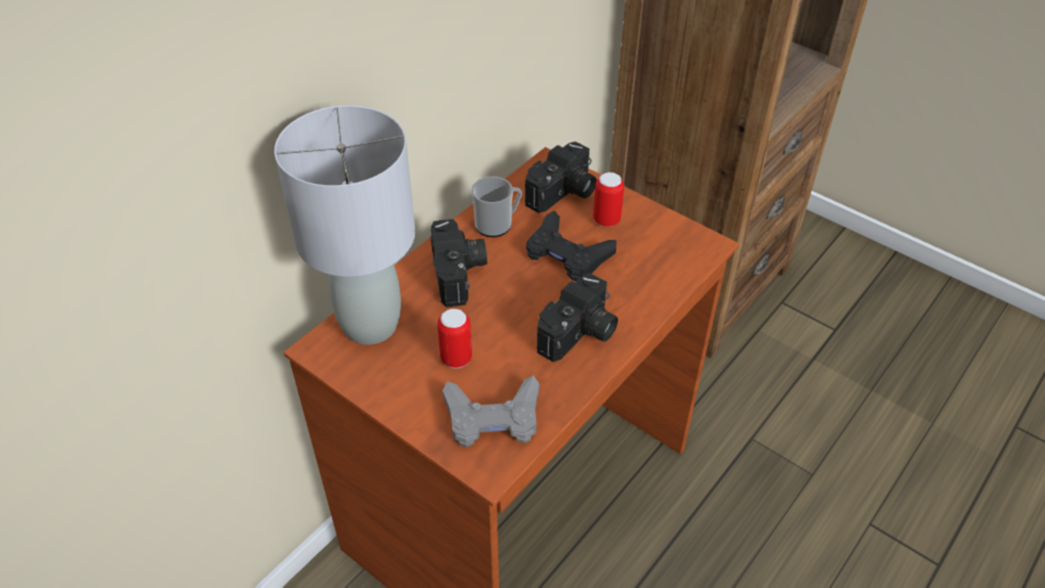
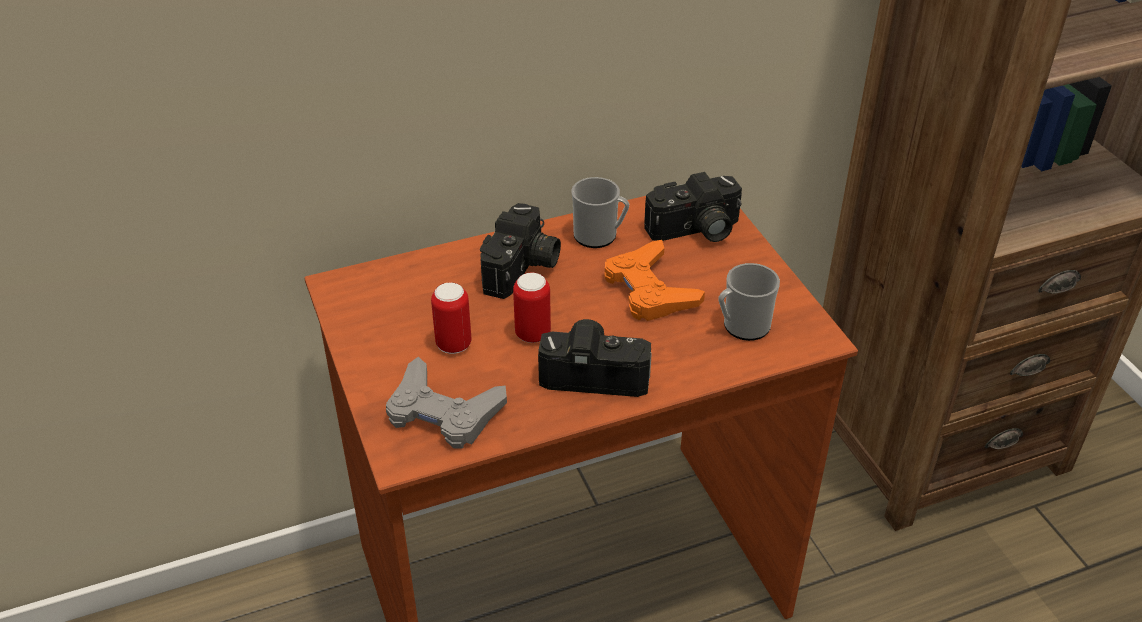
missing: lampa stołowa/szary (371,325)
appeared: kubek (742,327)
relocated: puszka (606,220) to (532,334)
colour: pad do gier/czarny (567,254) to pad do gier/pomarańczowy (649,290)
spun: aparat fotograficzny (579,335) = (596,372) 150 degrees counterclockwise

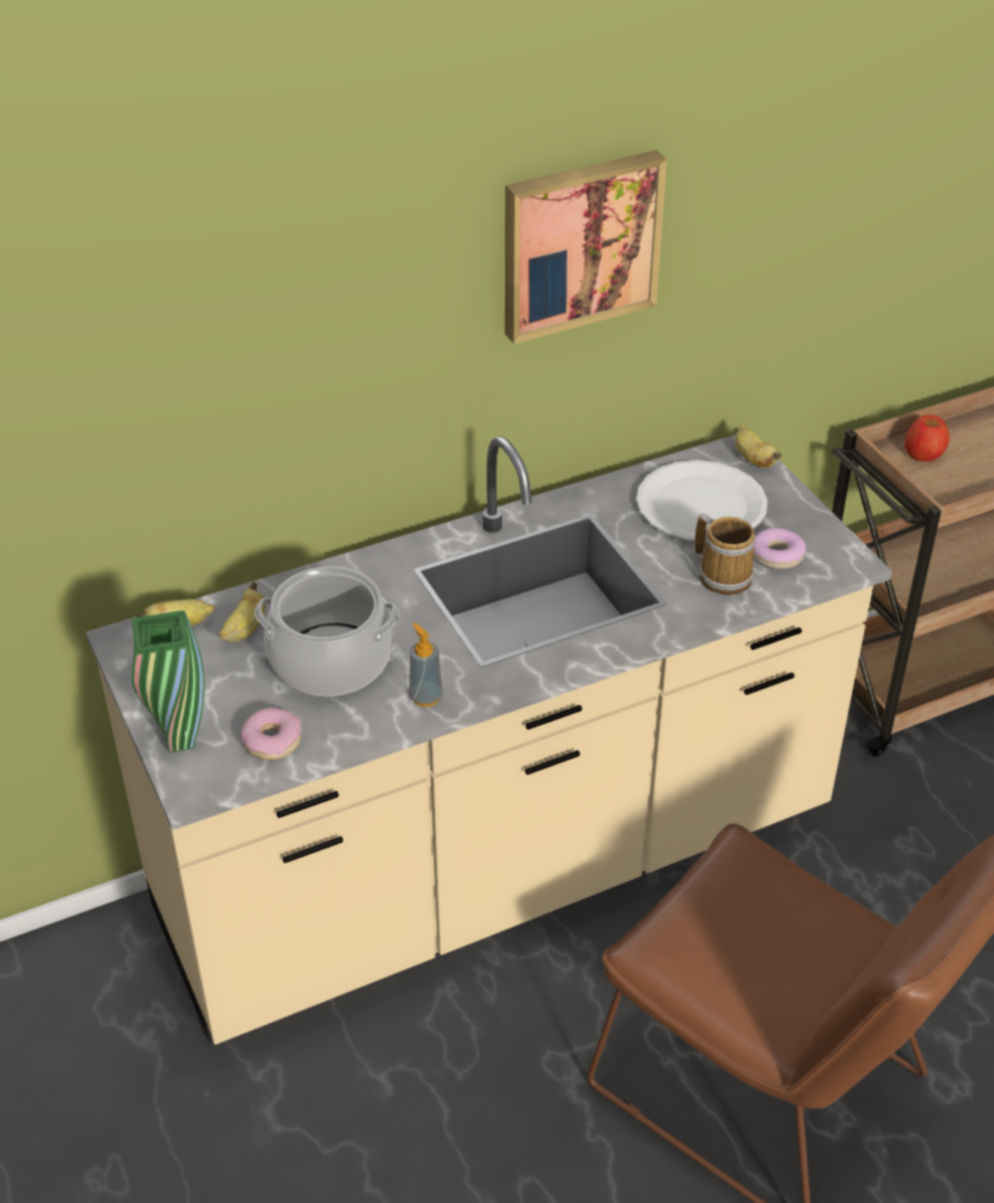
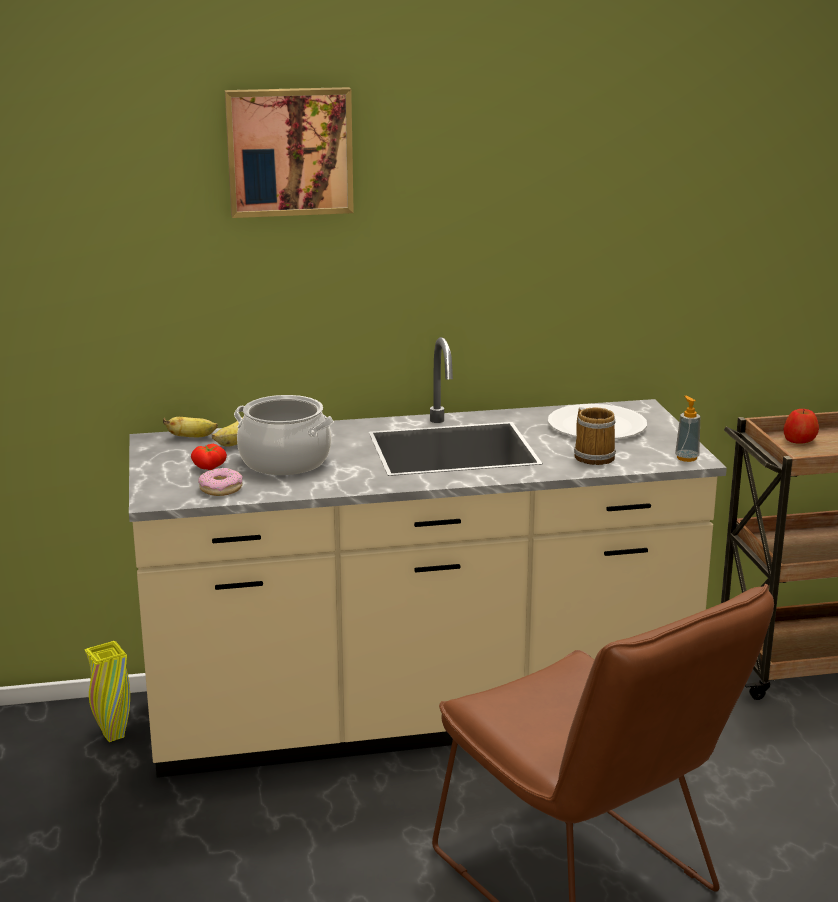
missing: wazon/zielony (180,741); banan (752,459); donut (777,555)
appeared: wazon/żółty (113,736); pomidor (209,468)
relocated: dozownik mydła (425,697) to (686,458); obraz (579,243) to (289,151)

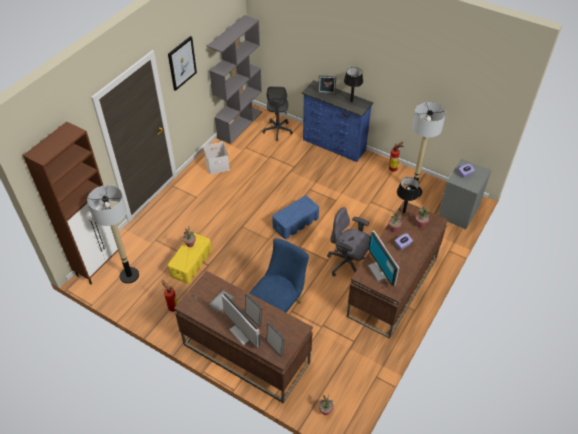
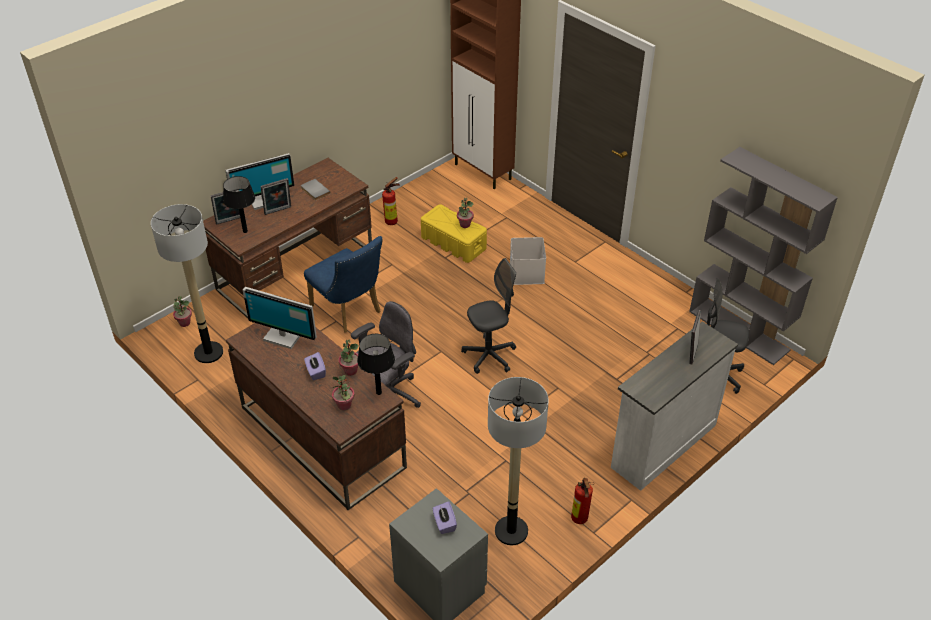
missing: obraz (182,63)
relocated: lampa stojąca (129,275) to (209,352); pojemnik do przechowywania/biały (217,165) to (527,273); lampa stołowa/czarny (351,101) to (245,231)
exchanged: pojemnik do przechowywania/niebieski (296,223) to krzesło biurowe/szary (489,356)
colour: komoda/niebieski (334,145) to komoda/biały (662,445)
spun: monitor (381,271) = (283,335) 150 degrees counterclockwise

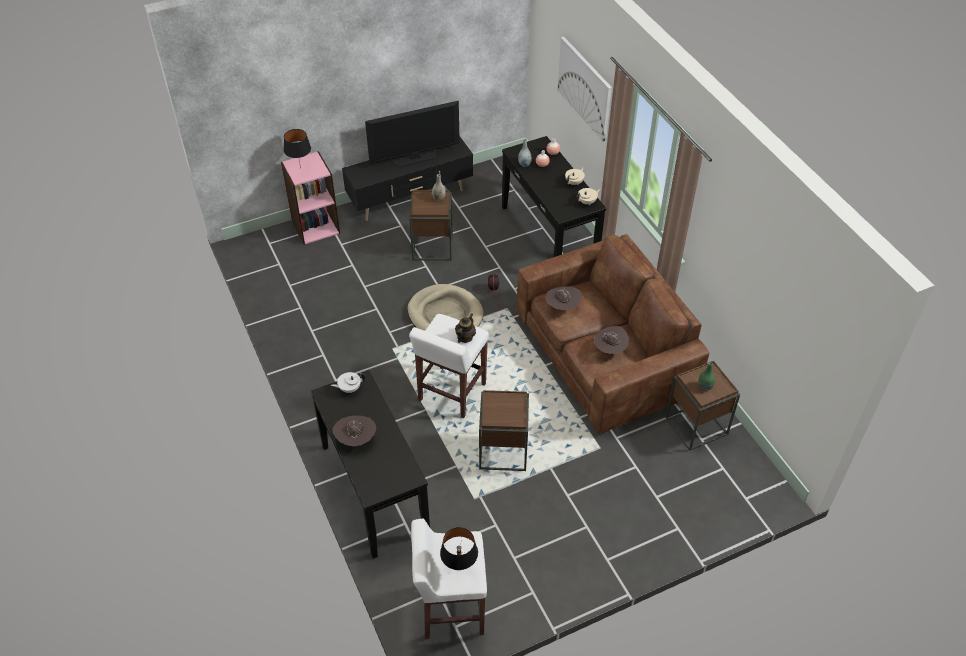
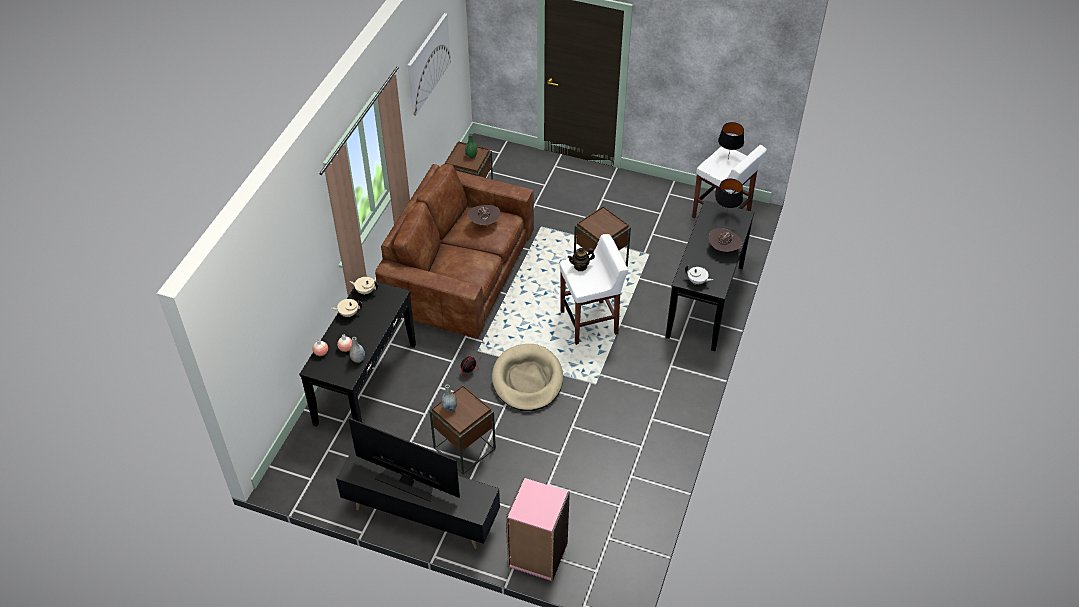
missing: kapelusz/brązowy (562,307)
relocated: lampa stołowa/czarny (300,168) to (726,216); obraz (585,88) to (428,63)

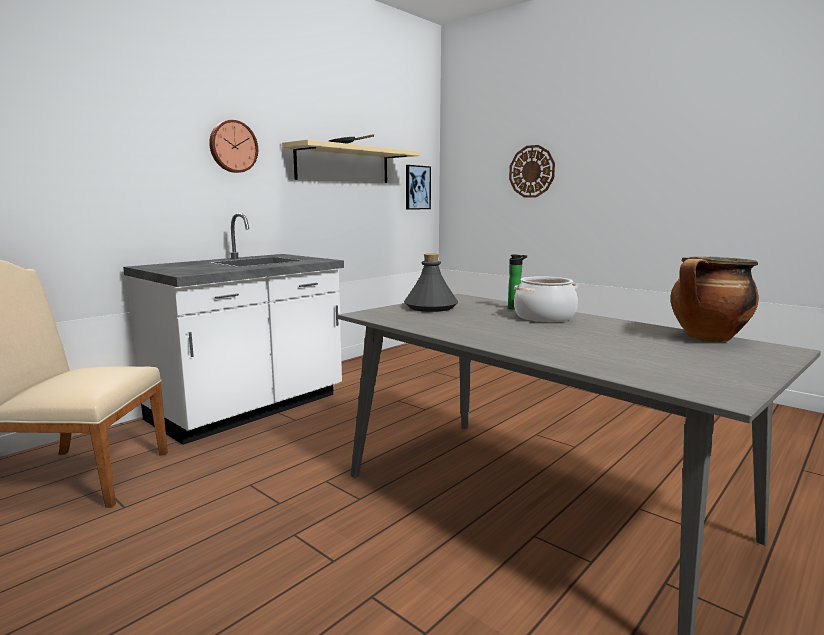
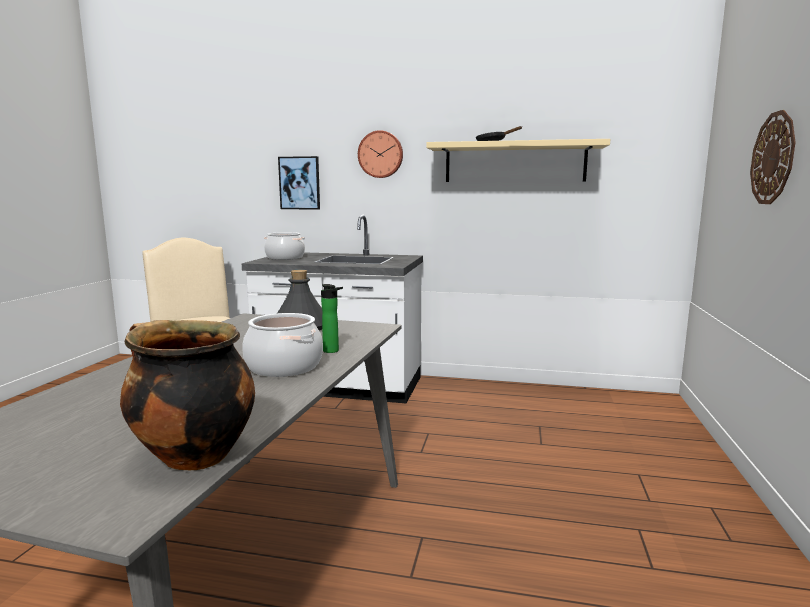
appeared: garnek (285,258)
relocated: obraz (417,187) to (299,183)

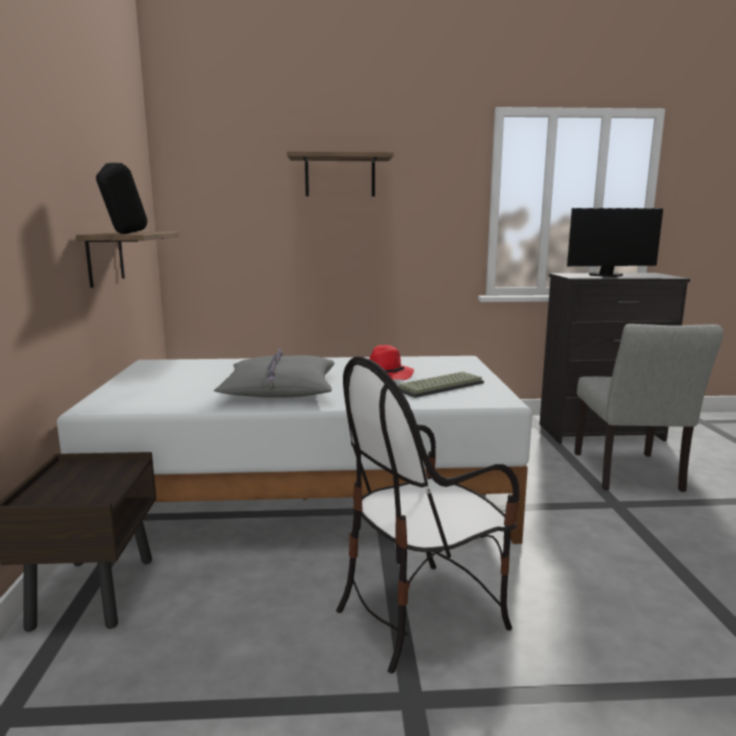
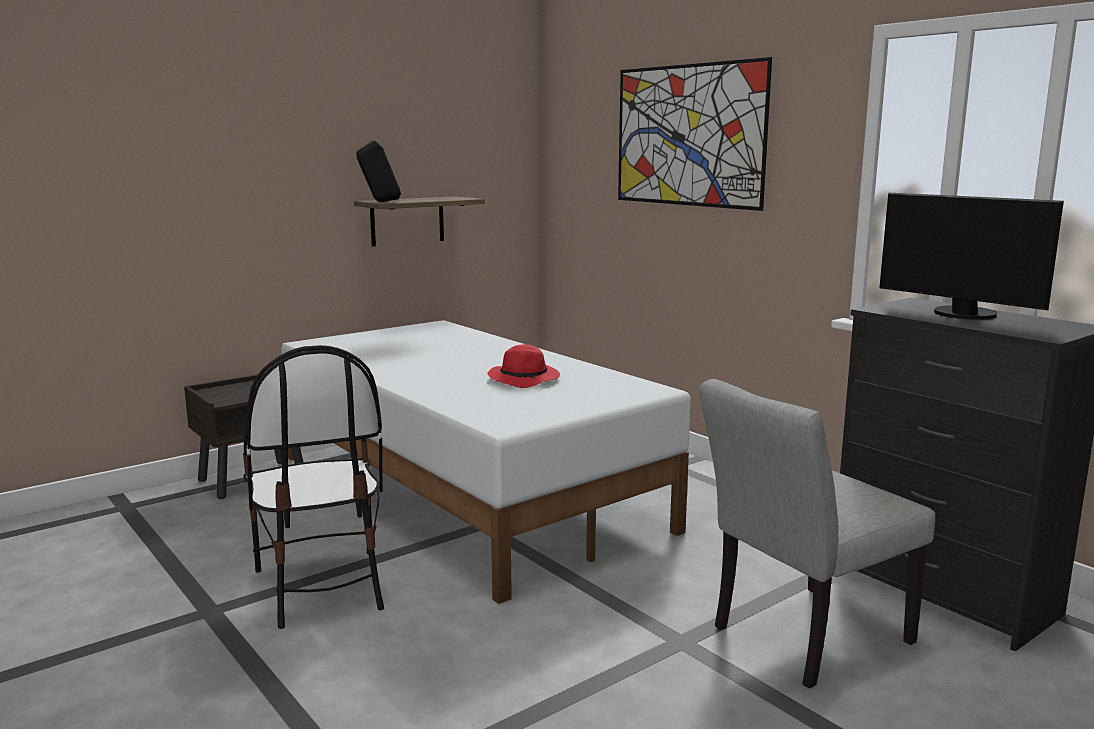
missing: poduszka/szary (279,389); klawiatura (440,387)
exchanged: półka (340,176) to obraz (688,135)
spun: krzesło (420,614) = (321,587) 135 degrees counterclockwise

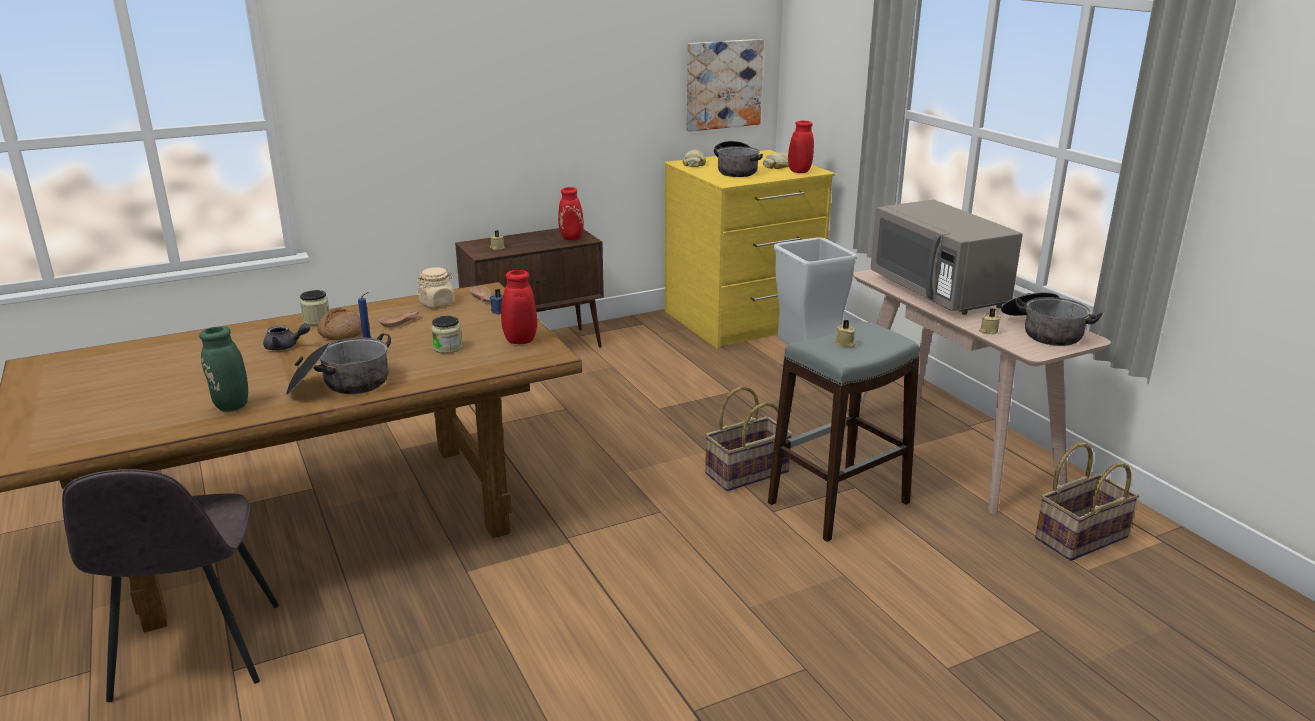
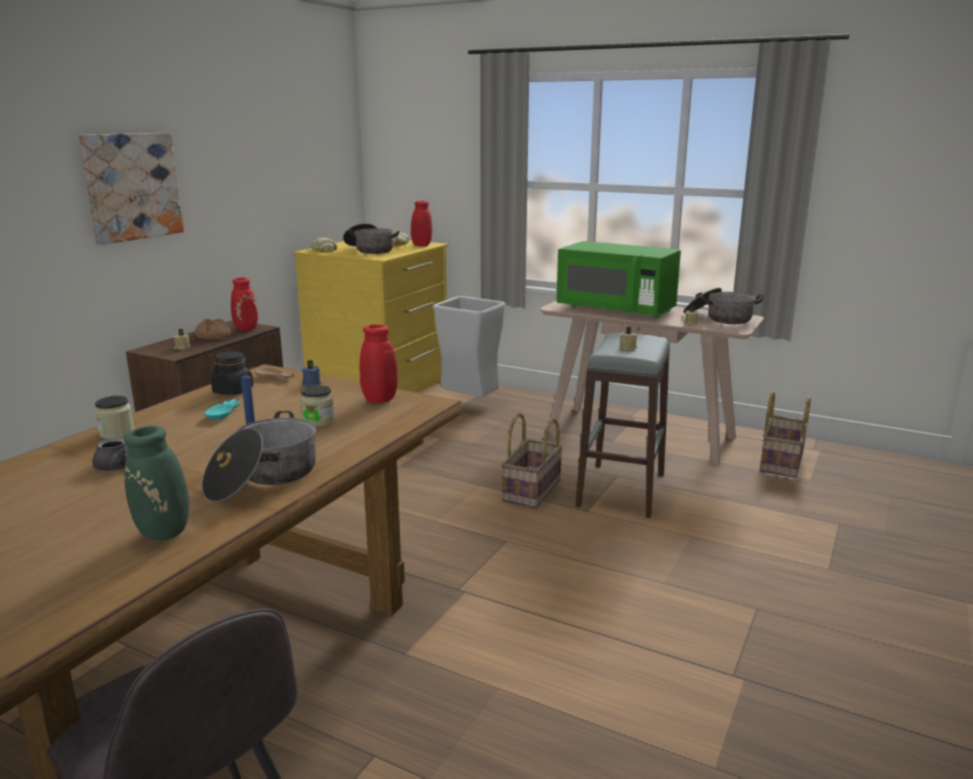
relocated: chleb (341,333) to (213,337); obraz (723,84) to (132,186)
colour: miska/brązowy (401,323) to miska/turkusowy (225,413); słoik/beżowy (437,303) to słoik/czarny (233,391); mikrofalówka/szary (937,292) to mikrofalówka/zielony (616,309)

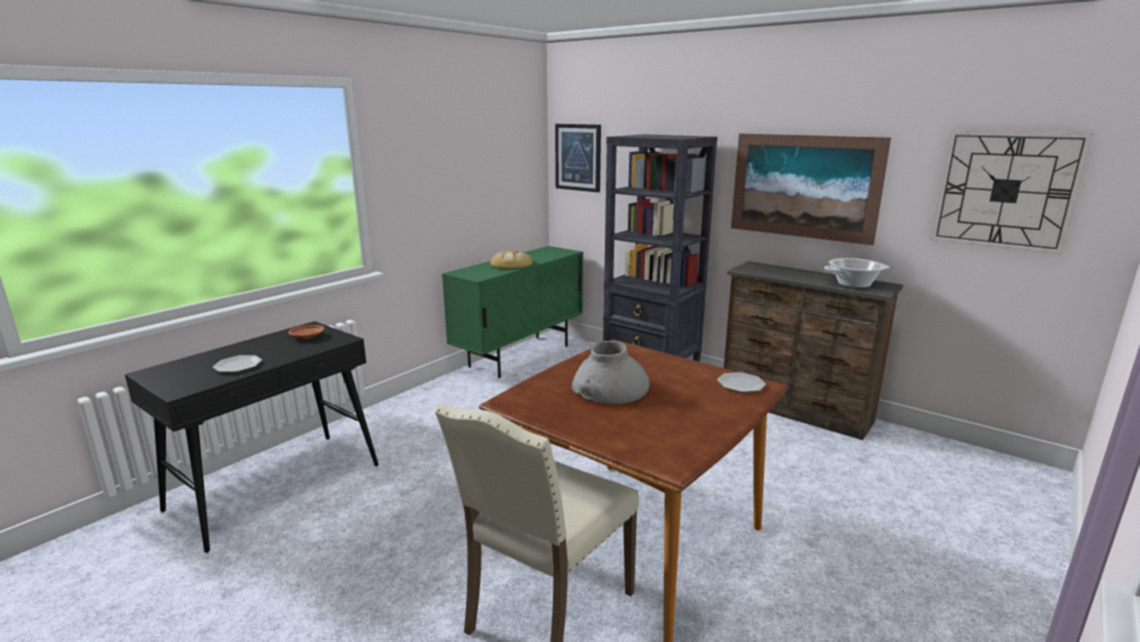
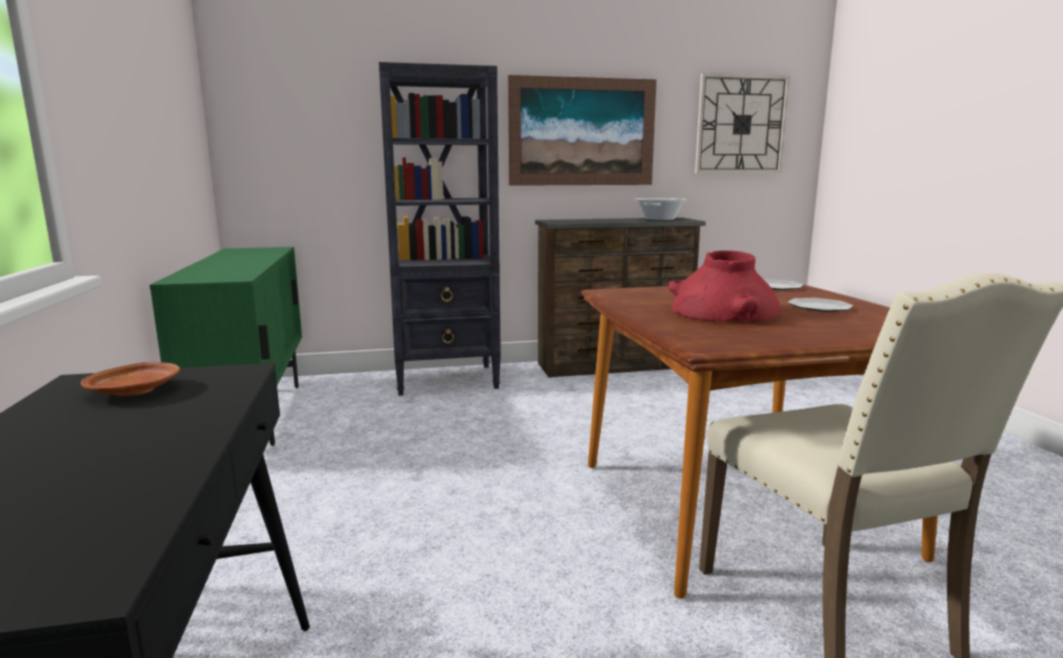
missing: chleb (511,264); obraz (578,157)
relocated: talerz (238,365) to (819,307)
colour: wazon/szary (610,388) to wazon/czerwony (724,312)

